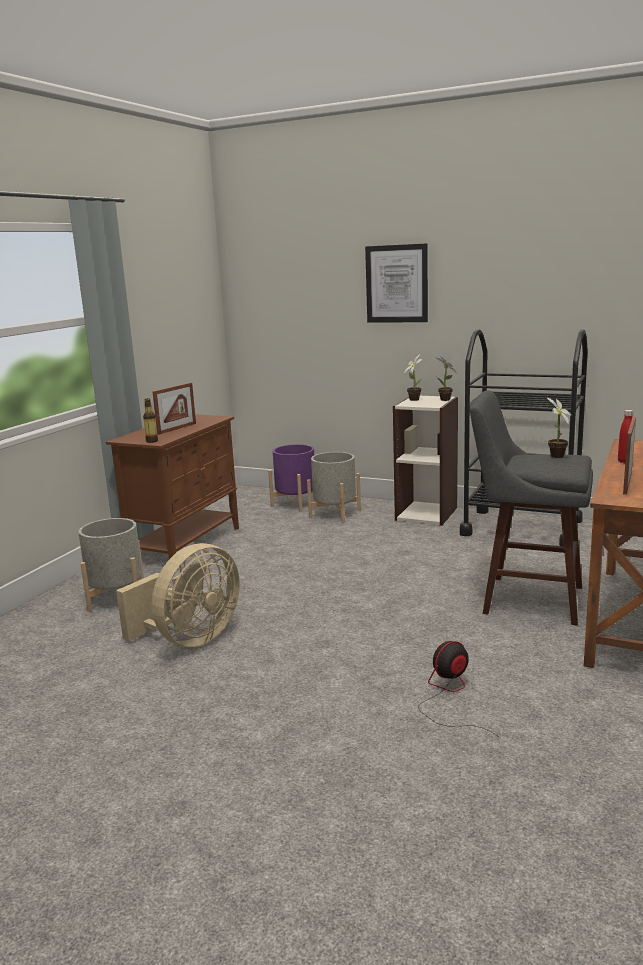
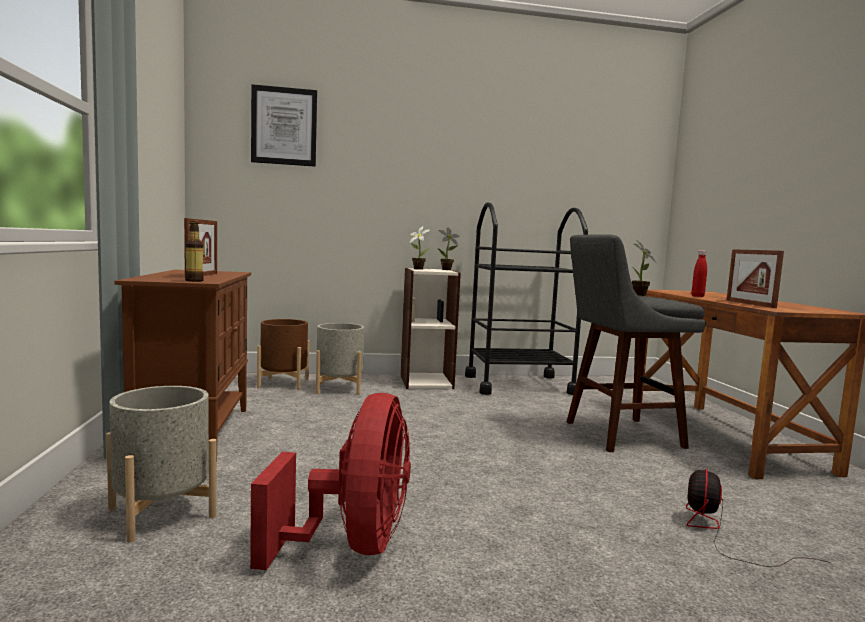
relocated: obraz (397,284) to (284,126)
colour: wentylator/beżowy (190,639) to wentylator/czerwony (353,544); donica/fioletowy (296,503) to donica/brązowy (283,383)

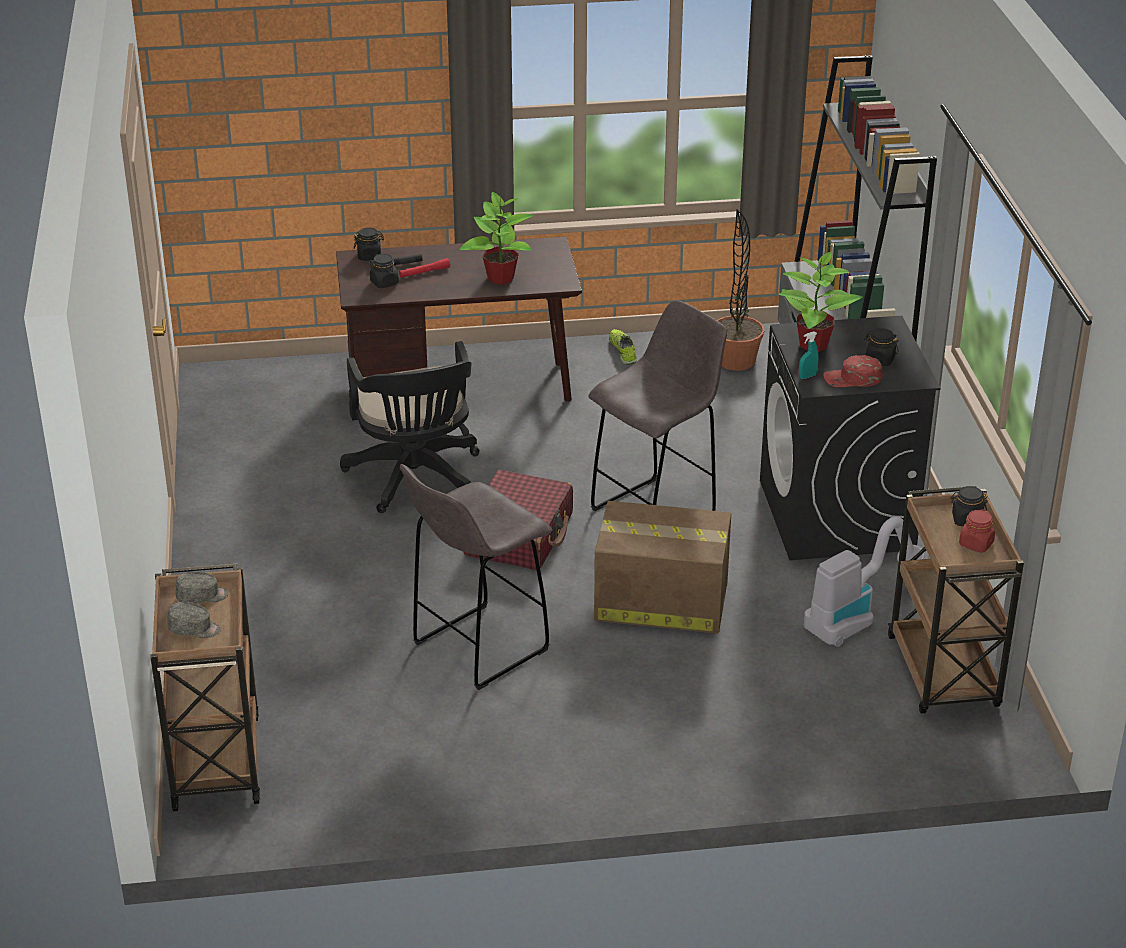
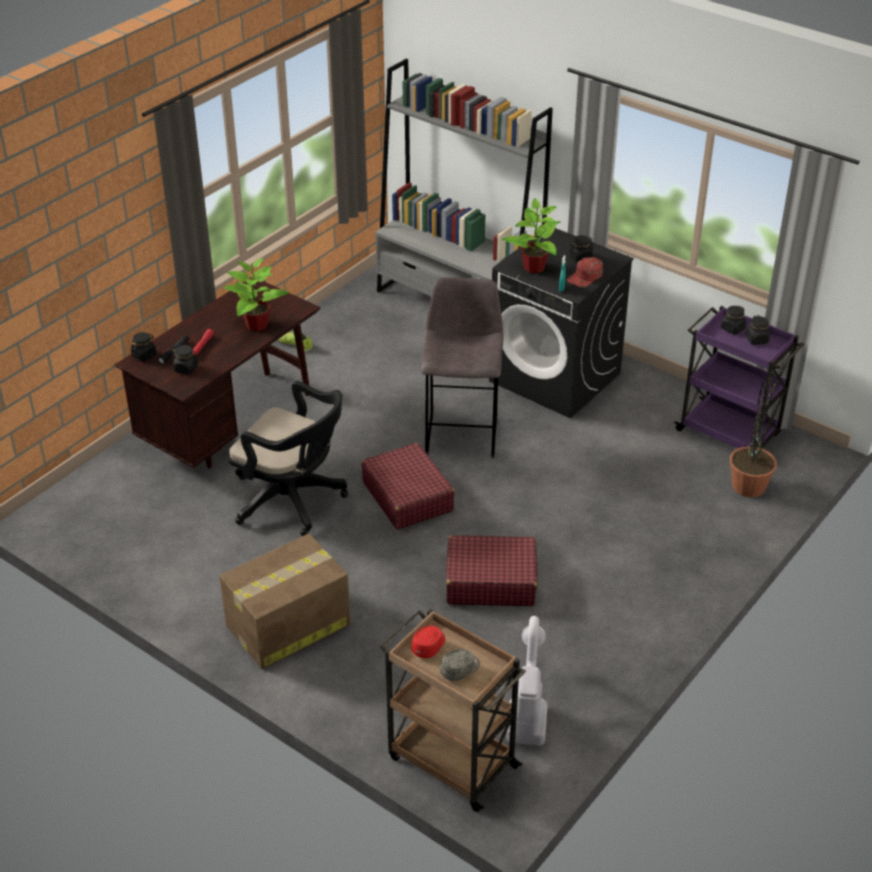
relocated: karton (659,600) to (286,626); roślina doniczkowa (736,361) to (748,486); odkurzacz (856,617) to (527,707)
exchanged: stołek/szary (477,648) to walizka/czerwony (490,581)
colour: czapka z daszkiem/szary (202,596) to czapka z daszkiem/czerwony (429,645); wózek/brązowy (944,674) to wózek/fioletowy (729,434); słoik/czerwony (976,544) to słoik/czarny (756,339)

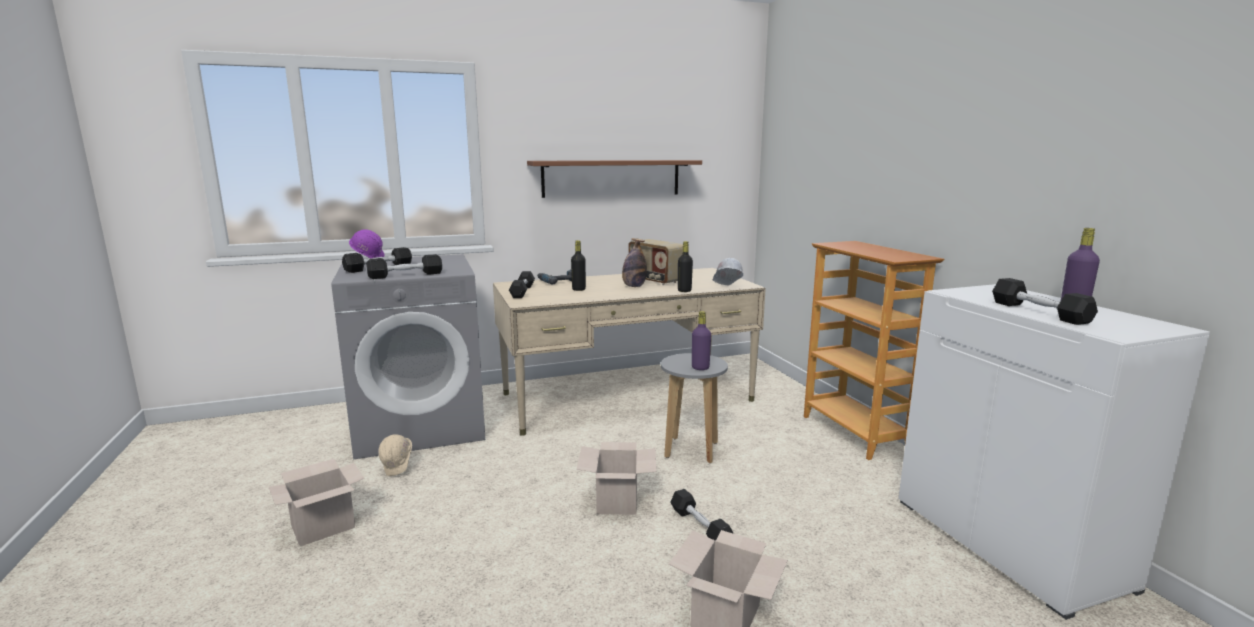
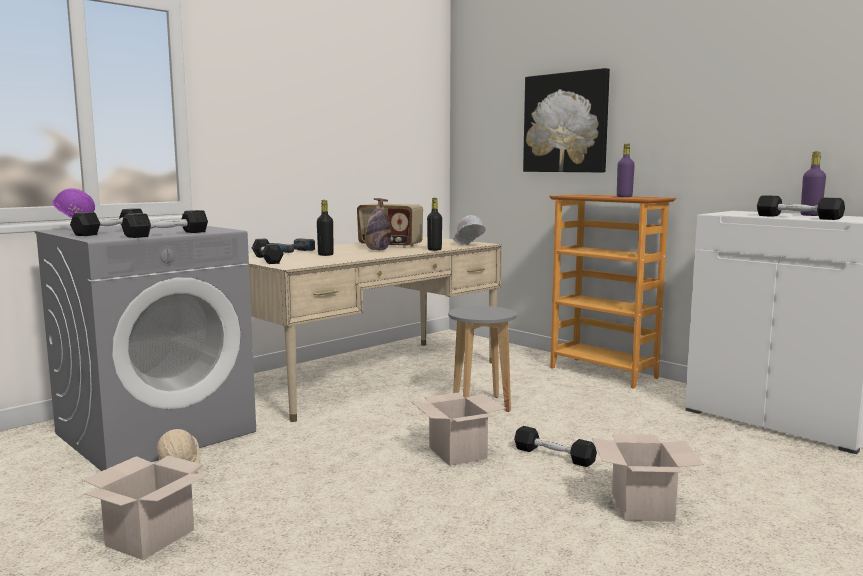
missing: półka/brązowy (611,178)
appeared: obraz (566,123)
relocated: butelka/fioletowy (700,368) to (624,196)

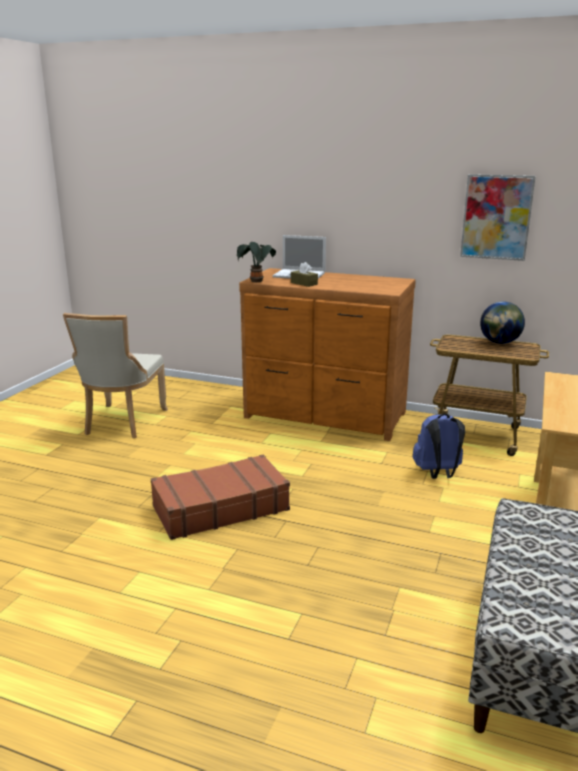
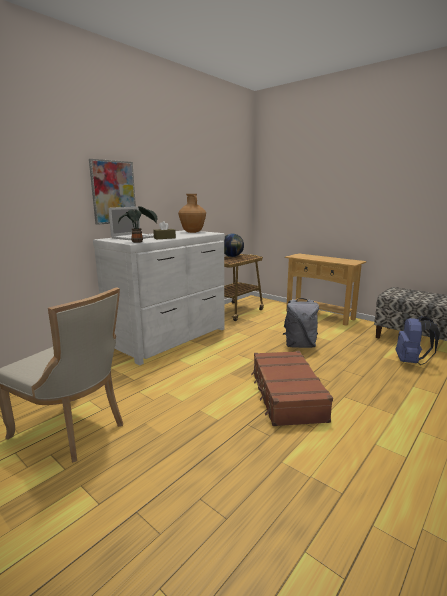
appeared: wazon/brązowy (192,232); plecak/szary (299,345)
relocated: plecak/niebieski (437,473) to (411,362); obraz (496,217) to (113,192)
colour: komoda/brązowy (325,416) to komoda/biały (170,338)

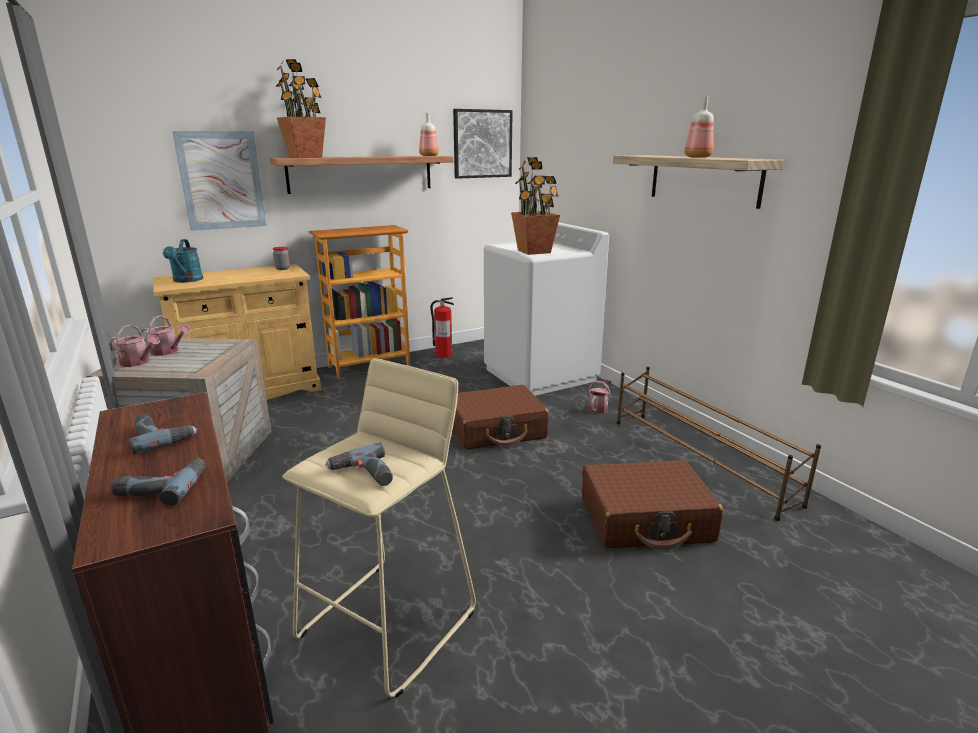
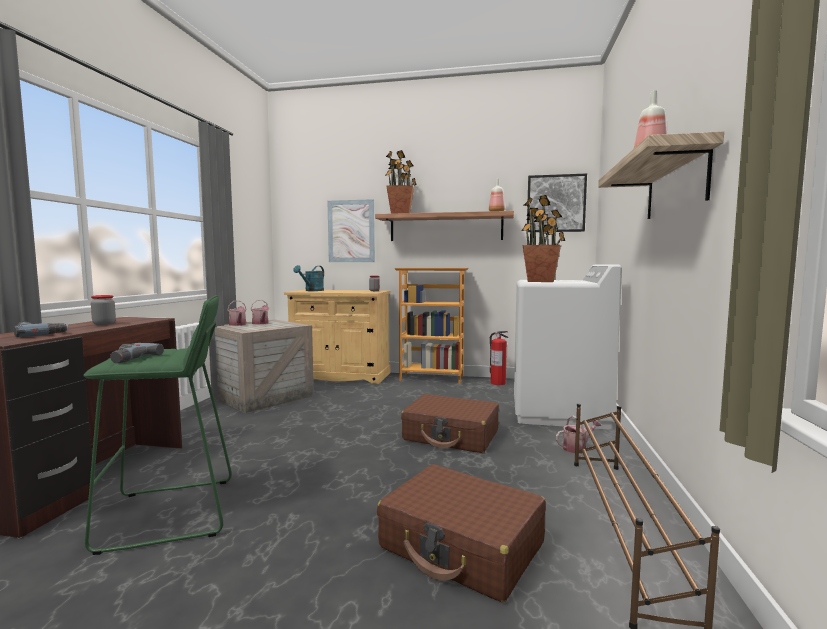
exchanged: wiertarka (162,436) to słoik (104,324)
colour: stołek/beżowy (388,624) to stołek/zielony (170,514)

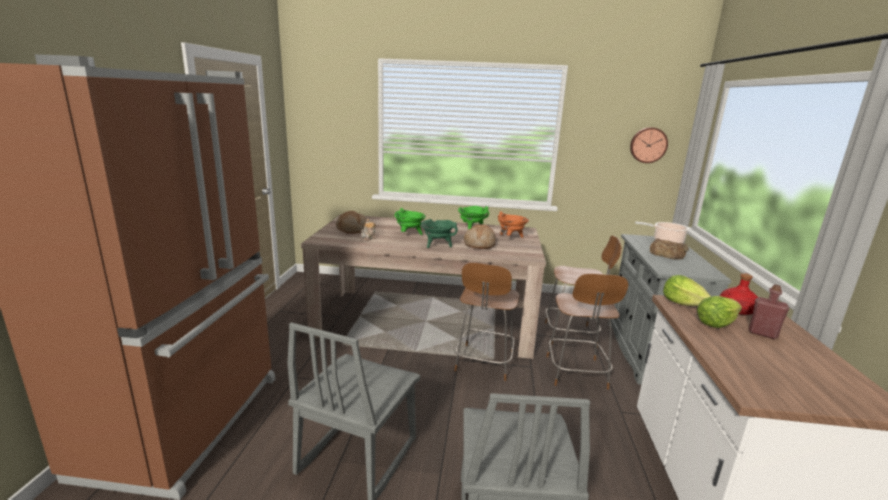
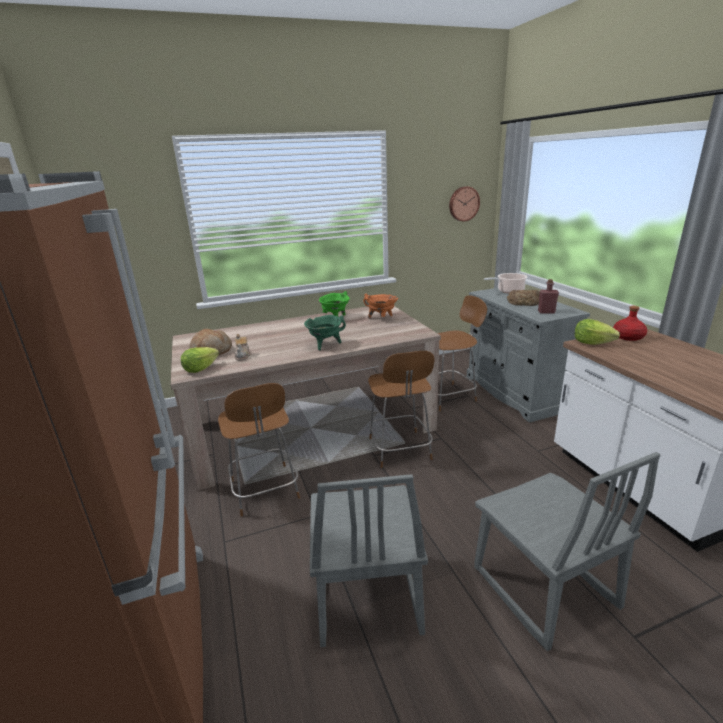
missing: garnek/zielony (409,234); chleb (479,244)
relocated: stołek/brązowy (576,373) to (265,491); sałata (715,323) to (200,369); butelka/czerwony (762,333) to (546,312)

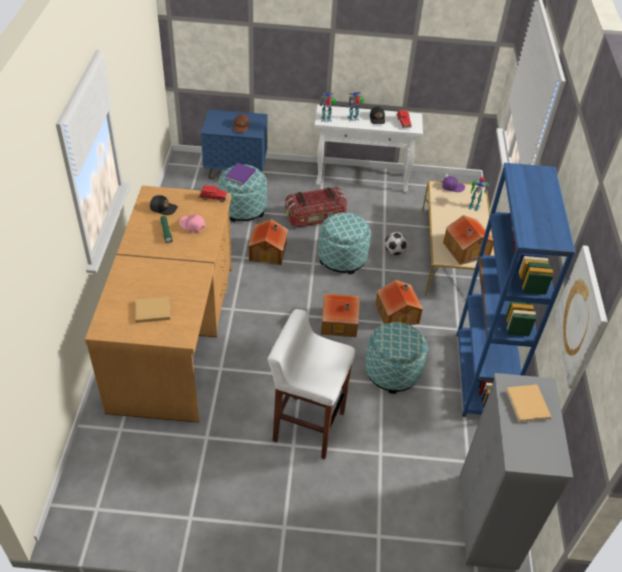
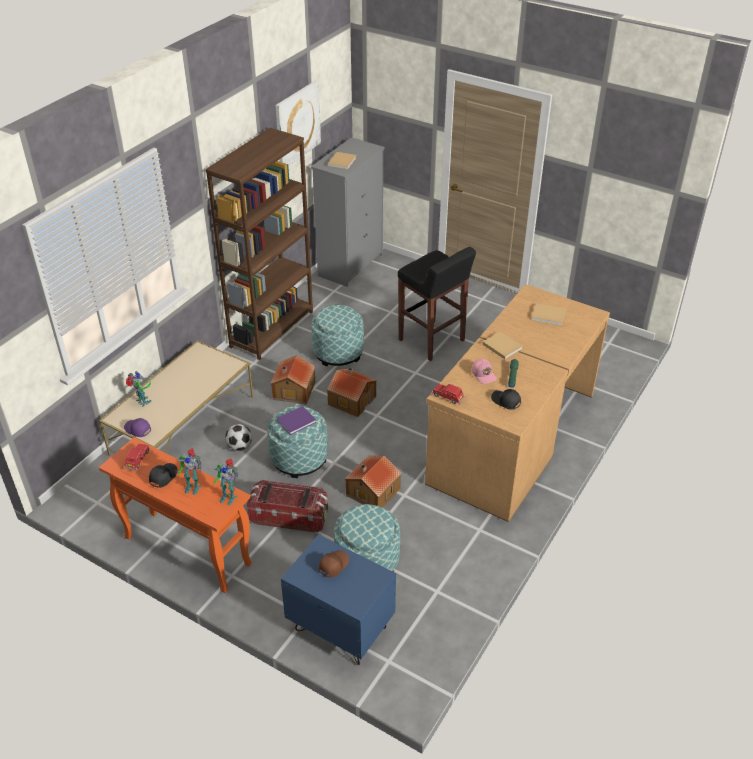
missing: domek (465,250)
appeared: książka/beżowy (501,346)
relocated: książka/fioletowy (239,175) to (297,421)
colour: stołek/biały (307,426) to stołek/czarny (432,341); stolik konsolowy/biały (362,180) to stolik konsolowy/pomarańczowy (186,551); regał/niebieski (480,375) to regał/brązowy (272,329)

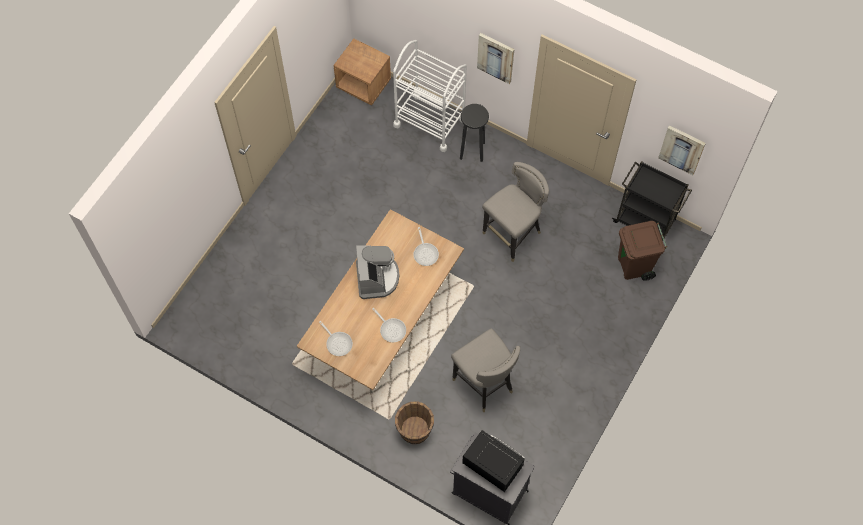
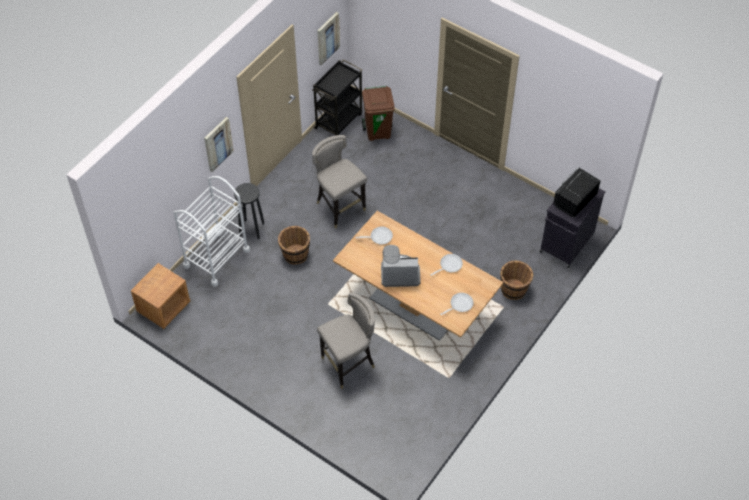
appeared: wiadro/brązowy (295,255)
relocated: stołek/szary (484,384) to (349,364)

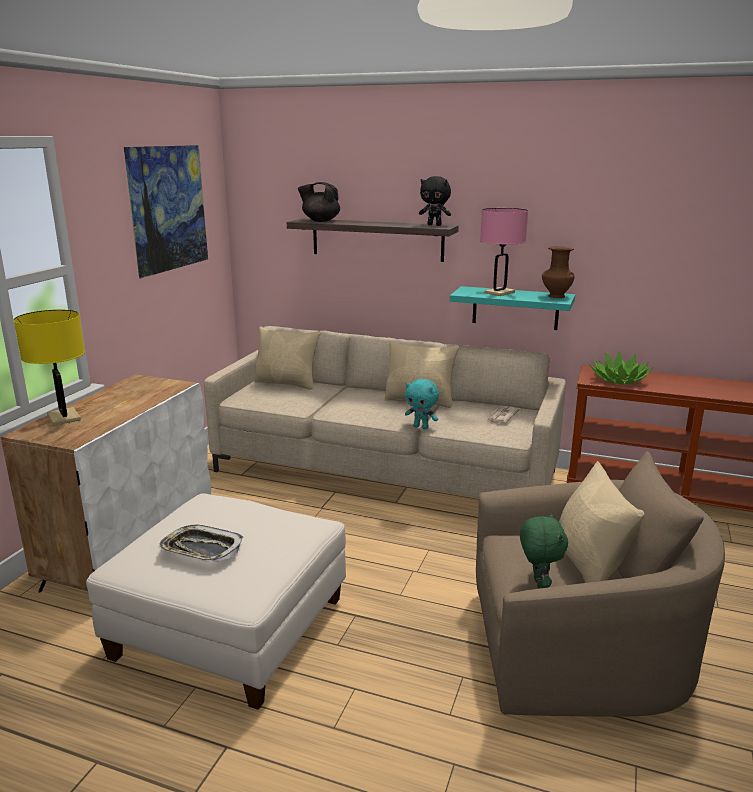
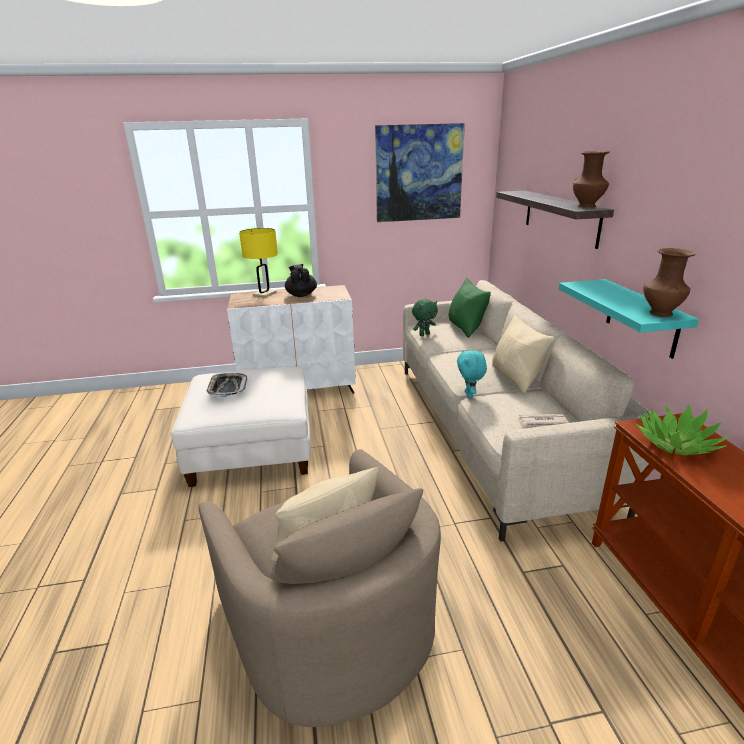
missing: lampa stołowa/różowy (499,293)
relocated: imbryk/czarny (320,221) to (301,295); pluszak/zielony (538,585) to (424,334)
exchanged: pluszak/czarny (434,225) to wazon/brązowy (587,206)
colour: poduszka/beżowy (287,383) to poduszka/zielony (466,328)

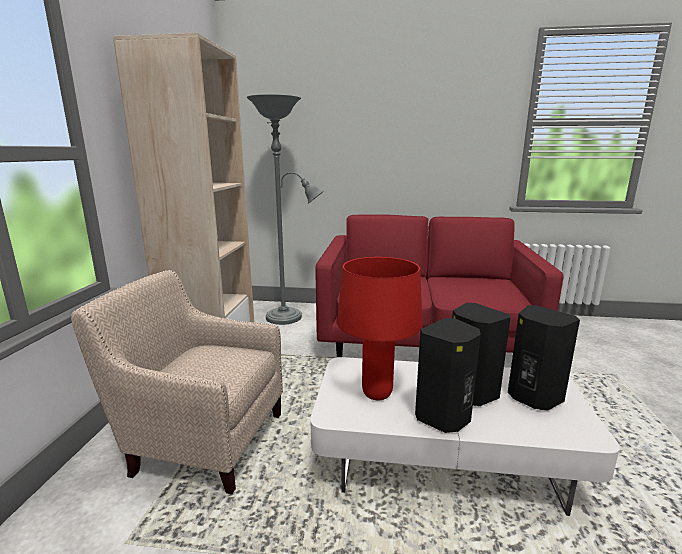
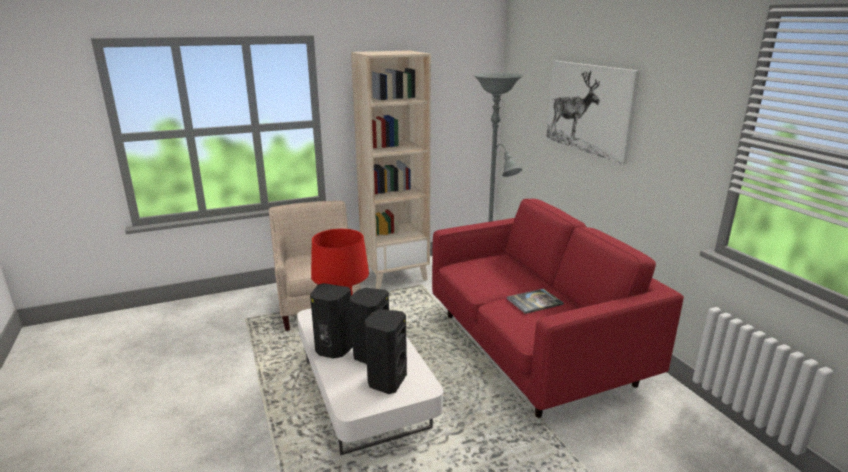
appeared: książka (534,302); obraz (588,108)

